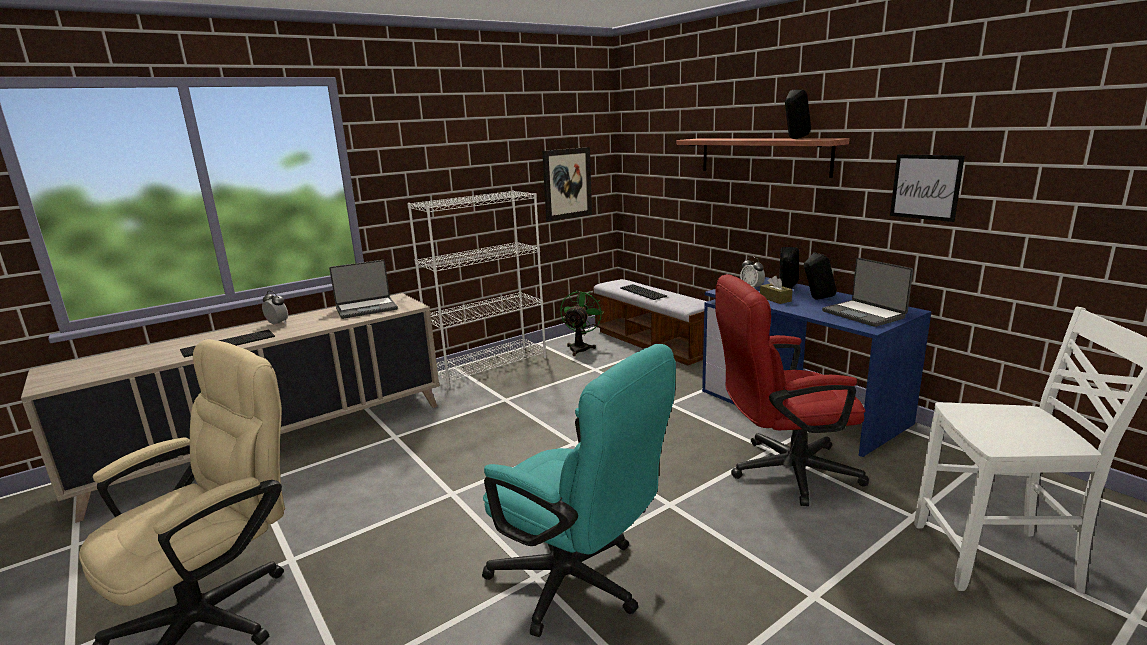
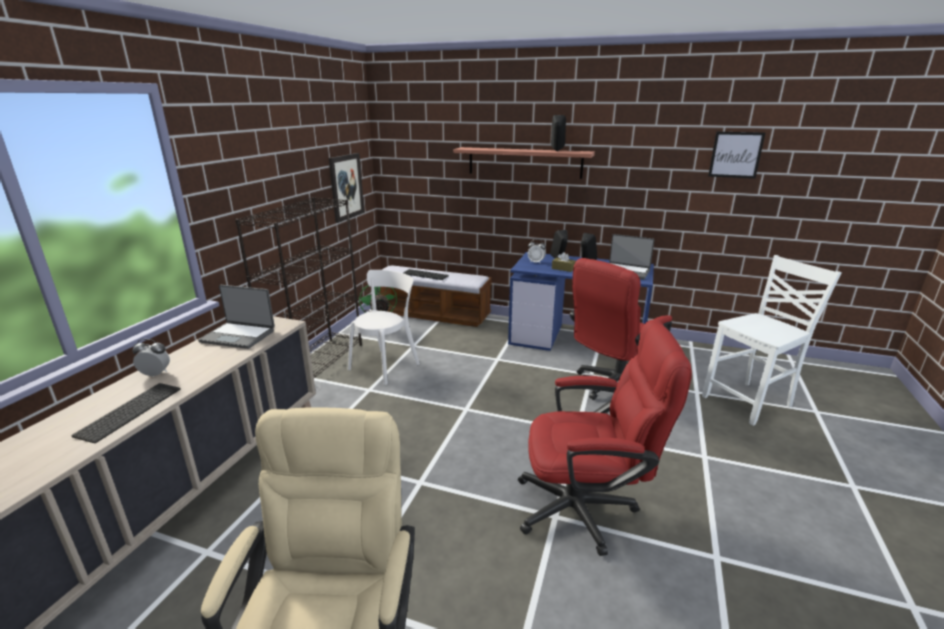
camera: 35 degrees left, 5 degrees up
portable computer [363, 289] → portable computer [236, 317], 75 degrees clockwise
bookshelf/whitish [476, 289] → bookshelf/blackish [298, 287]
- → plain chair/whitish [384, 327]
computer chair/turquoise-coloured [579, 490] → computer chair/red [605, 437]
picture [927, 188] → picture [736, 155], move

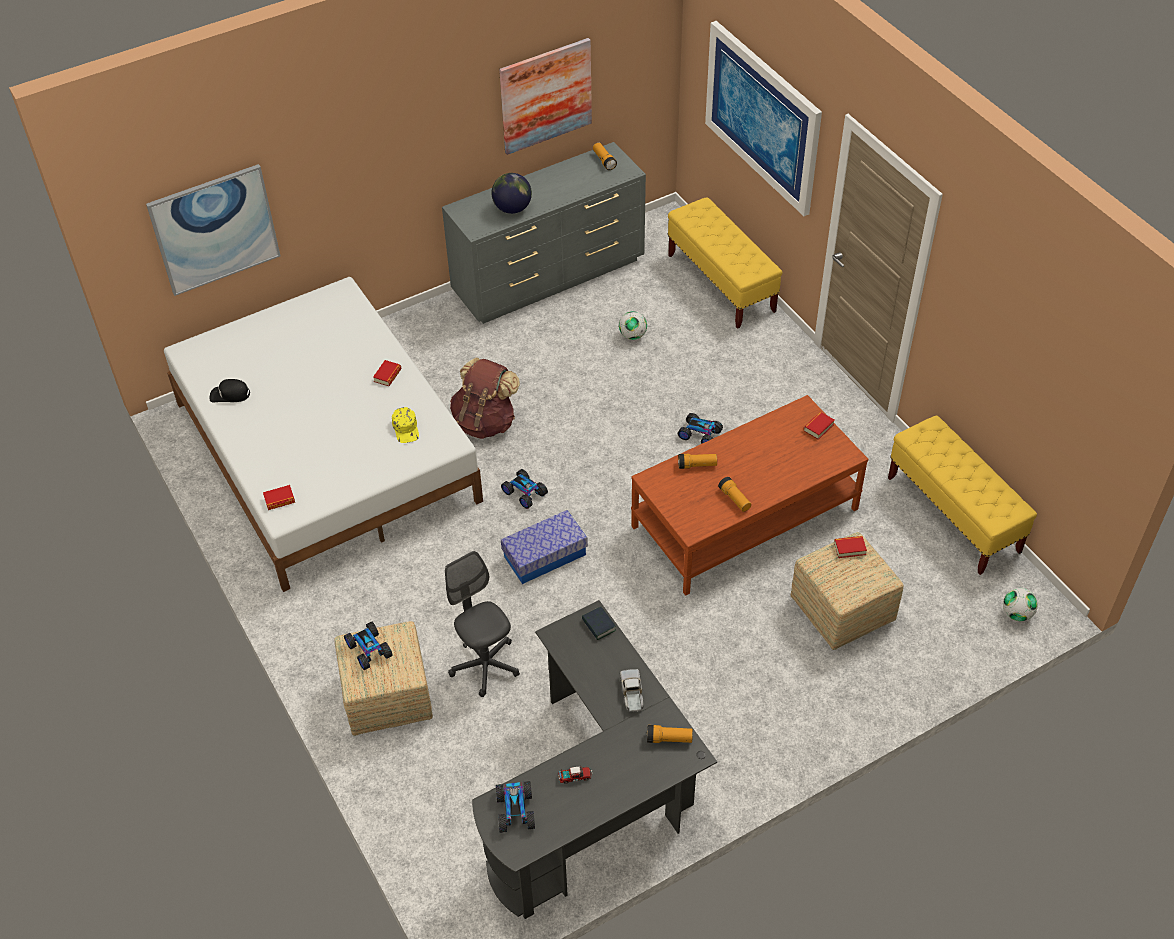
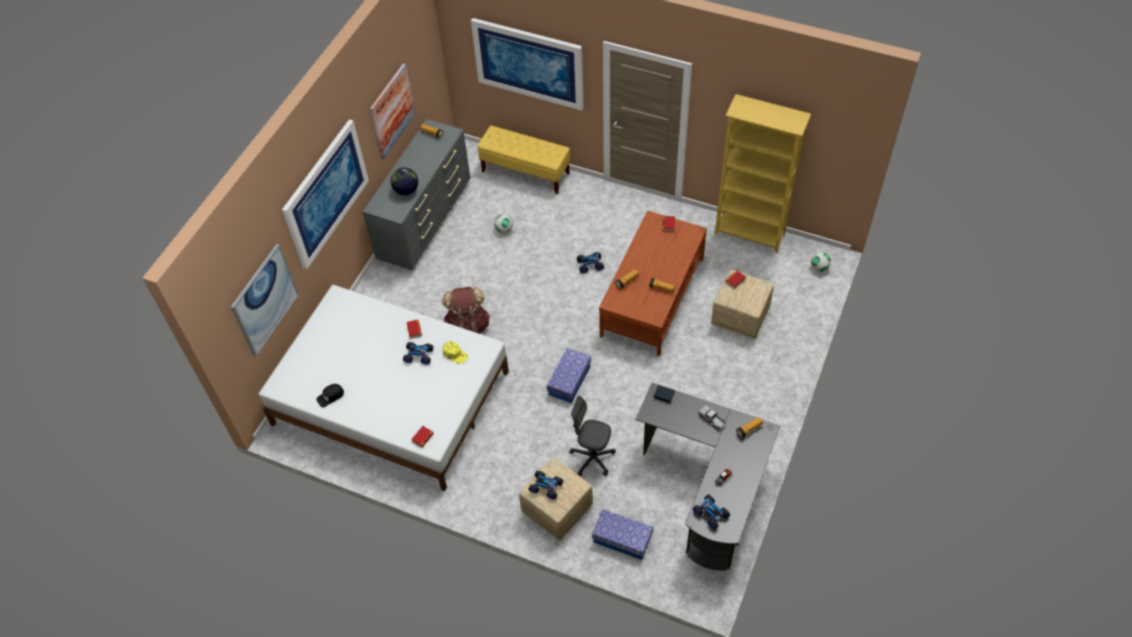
camera: 35 degrees left, 5 degrees up
- → picture [325, 194]
model car [524, 489] → model car [418, 353], move
- → storage box [622, 534]
long seat/yellow-coloured [962, 495] → bookshelf/yellow-coloured [763, 173]

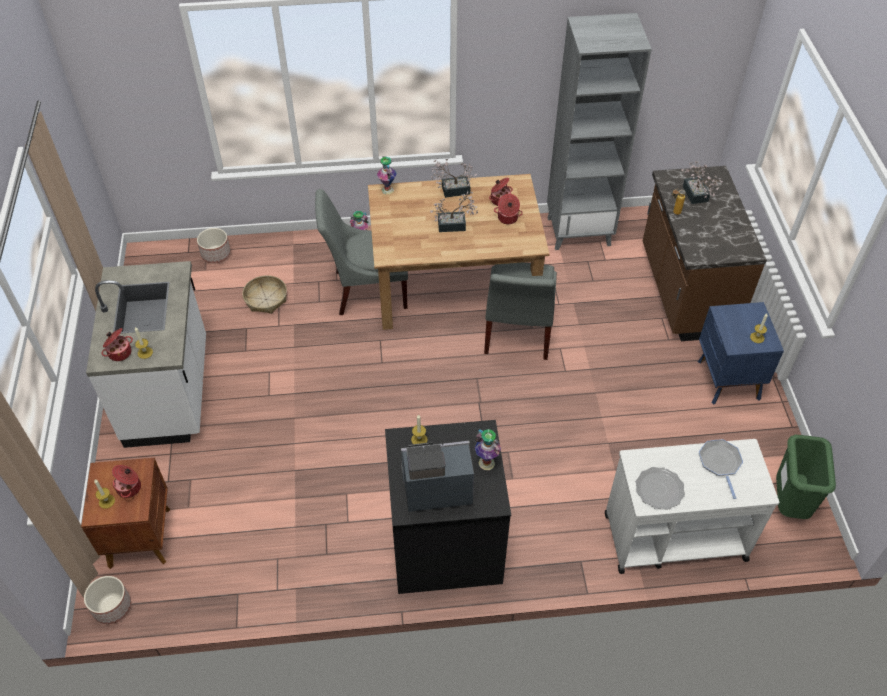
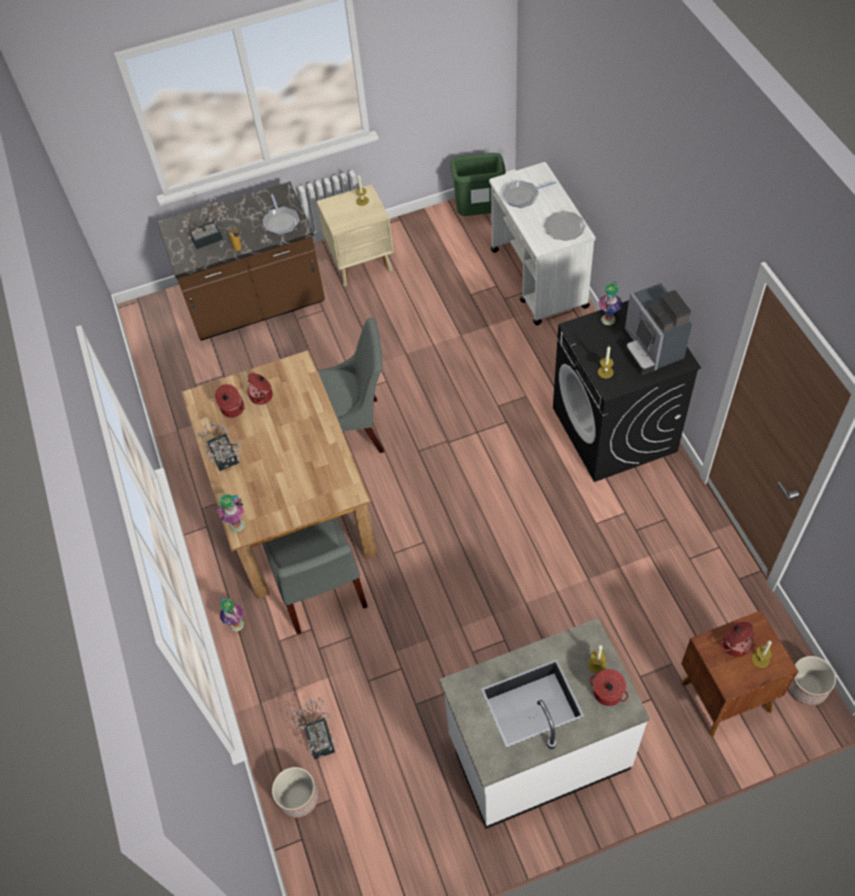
camera: 100 degrees left, 5 degrees up
- → skillet [281, 214]
potted plant [454, 211] → potted plant [314, 729], move
night table/blue [741, 353] → night table/sand-coloured [355, 235]
household basket [264, 294] → -
bookshelf/grey [599, 131] → -

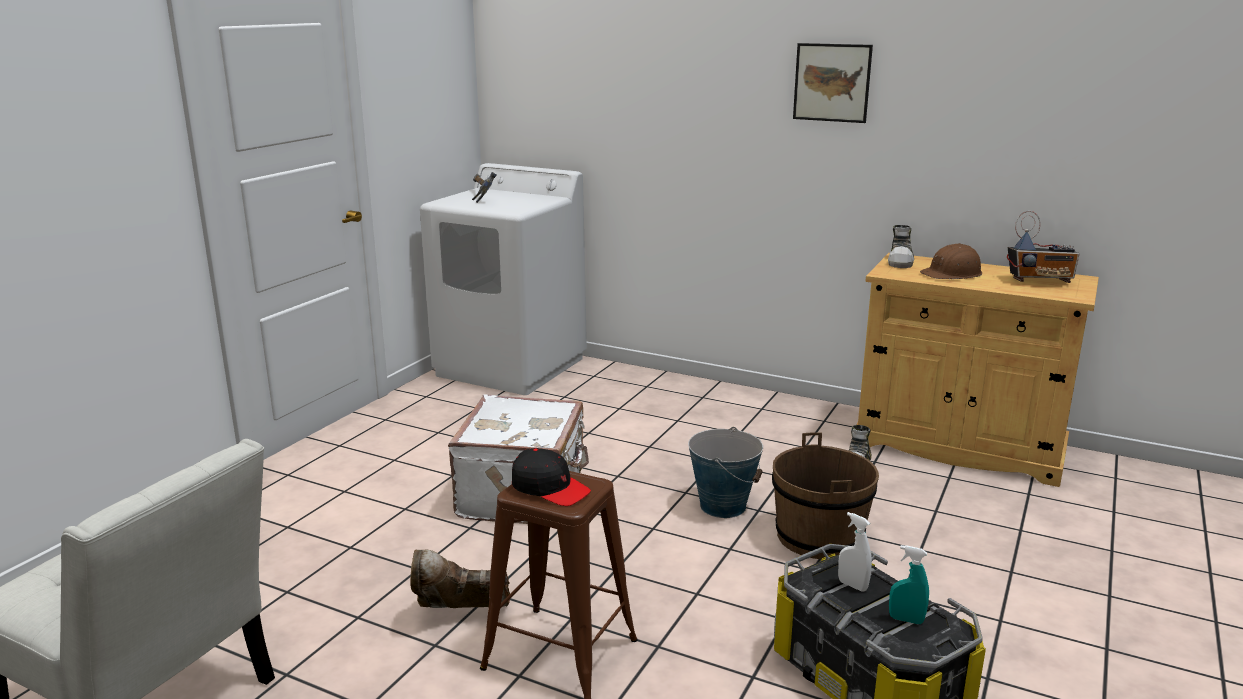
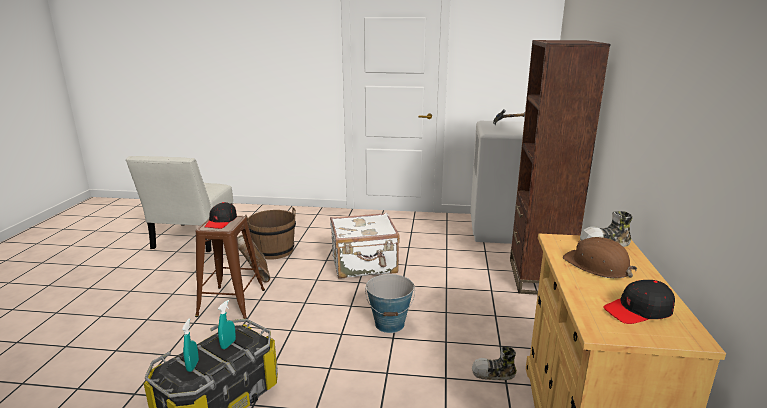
camera: 70 degrees right, 0 degrees up
sprayer/whitish [855, 552] → sprayer/turquoise-coloured [227, 324]
bucket/brown-coloured [825, 496] → bucket/brown-coloured [270, 233], move
- → bookshelf/brown-coloured [560, 167]
radio [1043, 247] → cap/blackish [639, 302]
picture [833, 83] → -

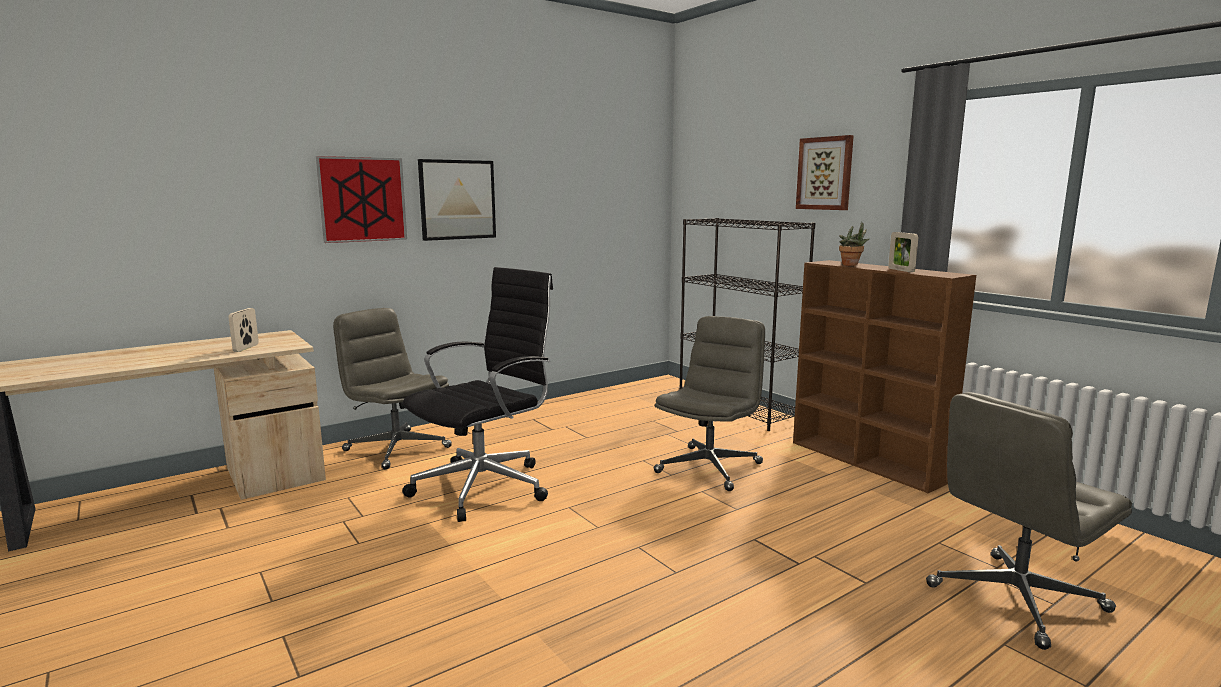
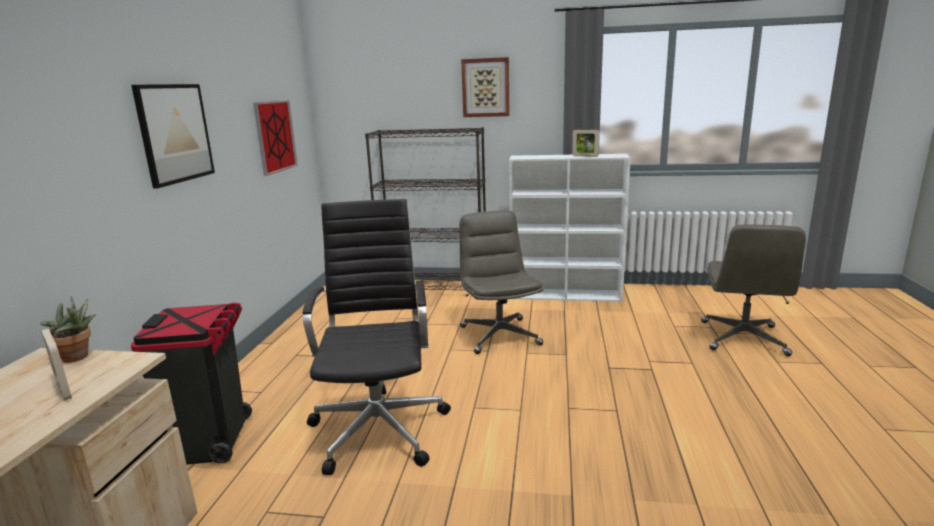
camera: 45 degrees left, 5 degrees up
potted plant [854, 243] → potted plant [68, 329], move
computer chair/grey [392, 389] → waste bin/blackish [191, 384]
picture [361, 199] → picture [275, 138], move
bookshelf/brown-coloured [884, 376] → bookshelf/whitish [570, 228]

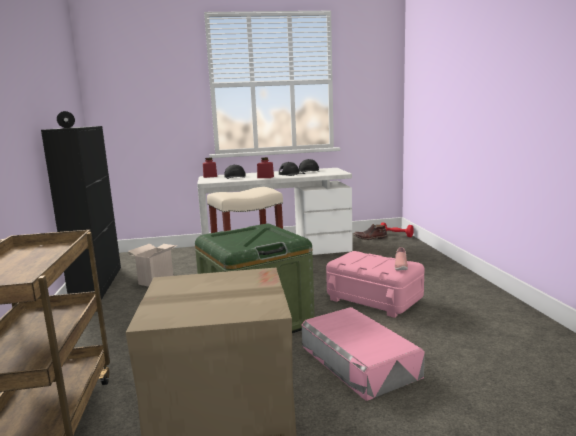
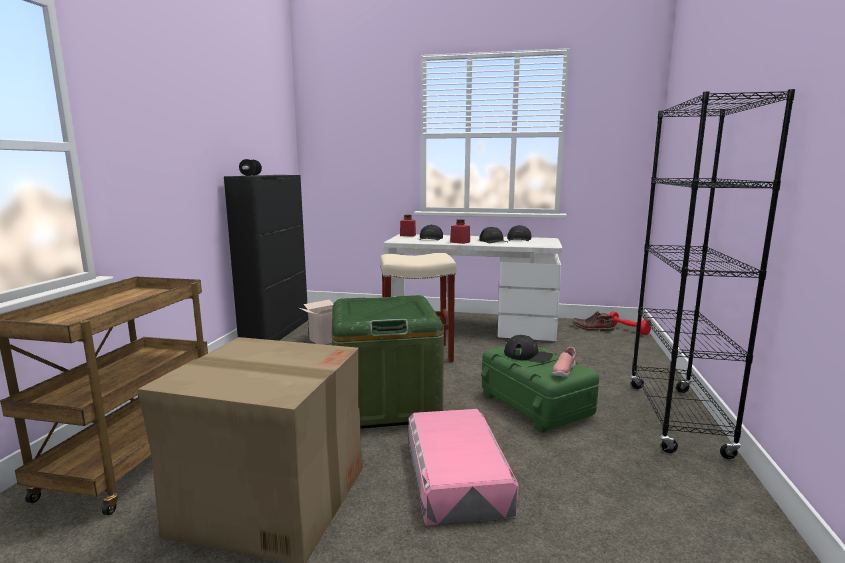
camera: 20 degrees right, 0 degrees up
storage box/pink [375, 284] → storage box/green-coloured [540, 389]
- → cap/blackish [528, 349]
- → bookshelf/blackish [713, 274]

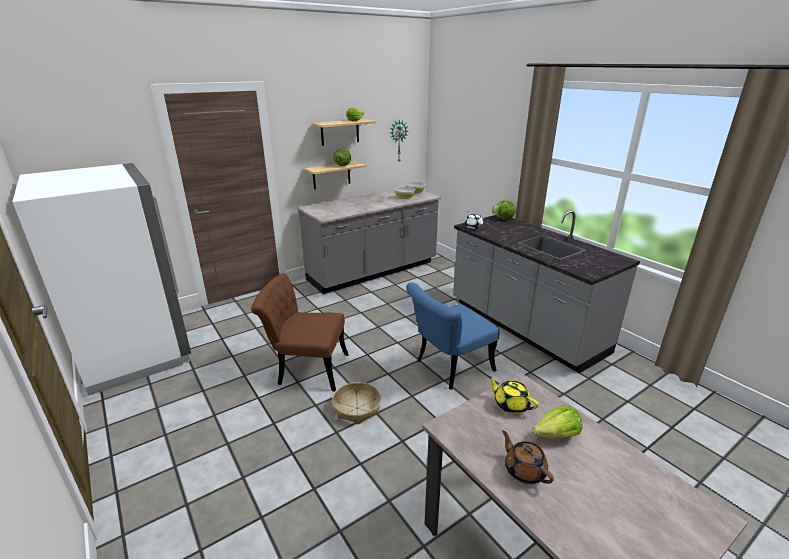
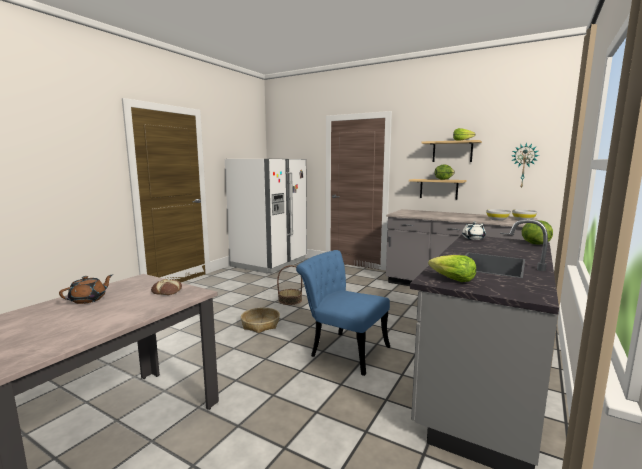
camera: 65 degrees right, 15 degrees down
pot for tea/yellow-coloured [513, 395] → bakery bread [166, 287]
plain chair/brown-coloured [300, 332] → household basket [289, 285]
head of lettuce [557, 422] → head of lettuce [452, 268], move

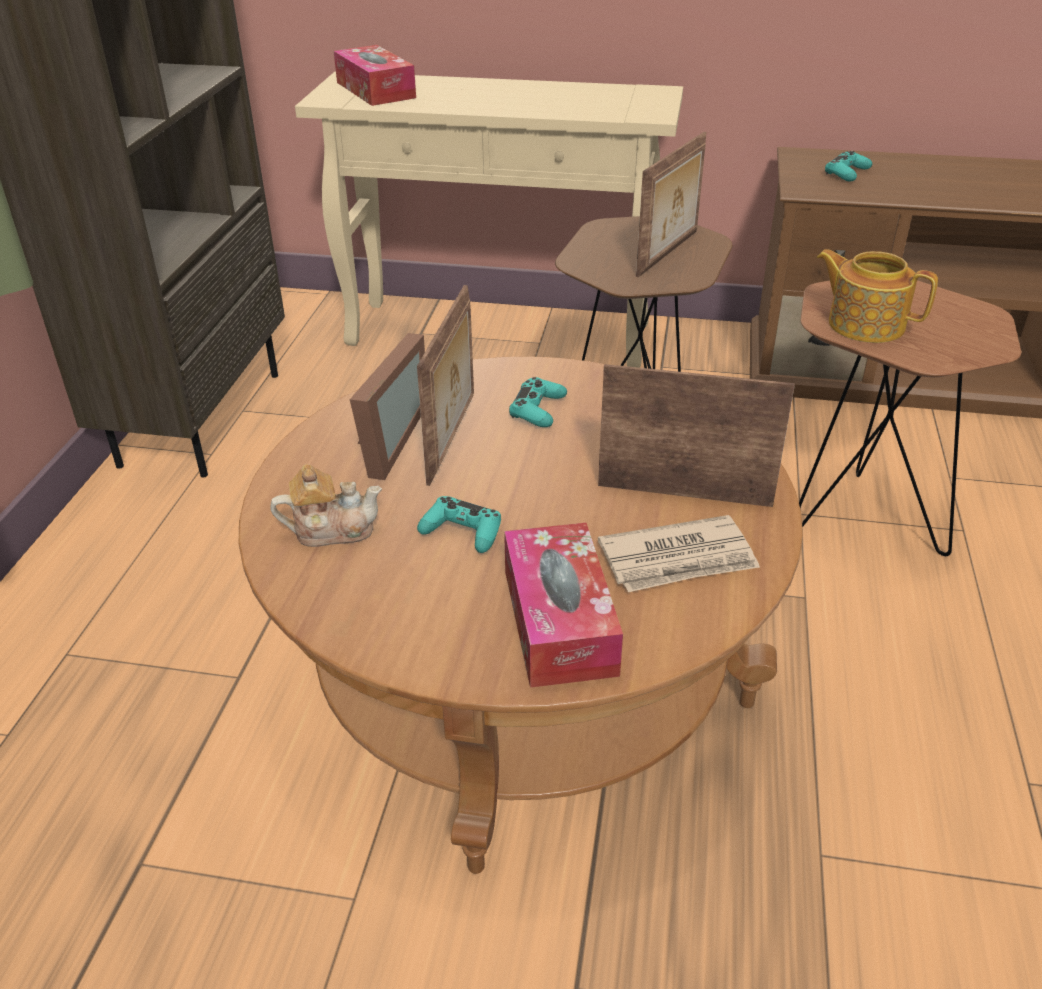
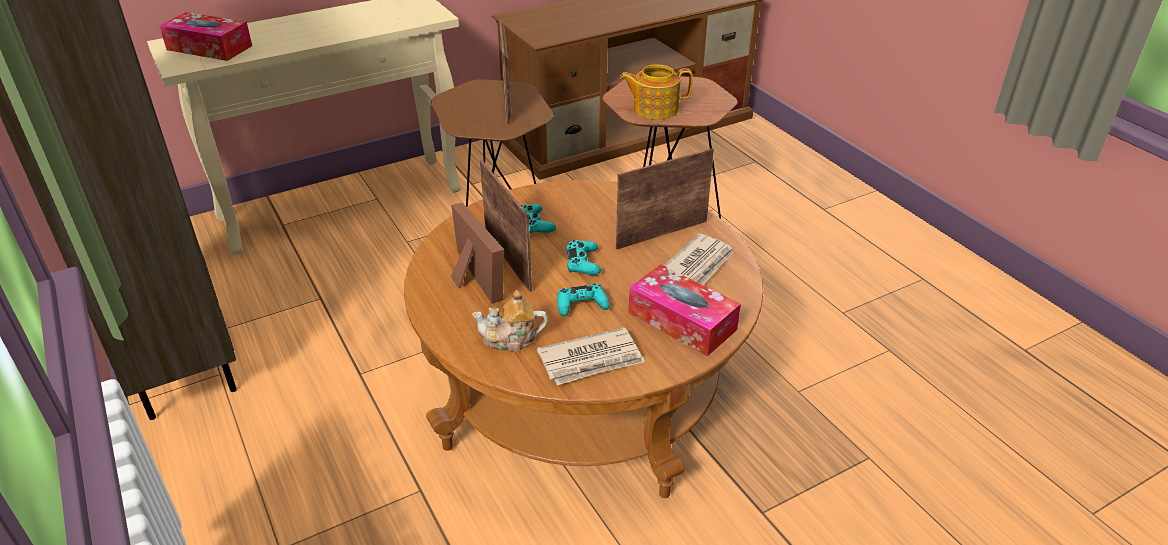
camera: 40 degrees left, 0 degrees up
pot for tea [326, 505] → pot for tea [510, 321], 135 degrees counterclockwise
- → daily paper [591, 356]
game controller/turquoise-coloured [848, 166] → game controller/turquoise-coloured [583, 257], move

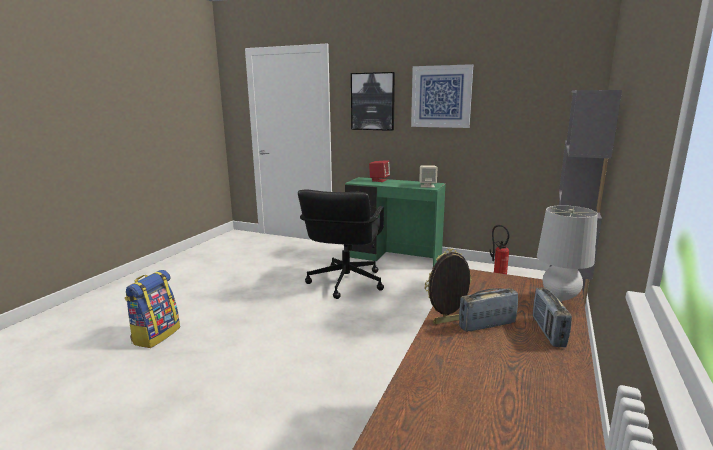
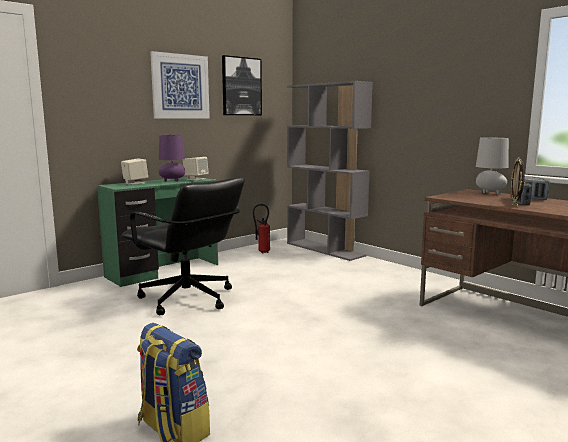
camera: 65 degrees left, 5 degrees down
audio speaker/red [379, 171] → audio speaker/sand-coloured [134, 171]
- → tabletop lamp/purplish [172, 158]
picture [373, 101] → picture [242, 85], move

